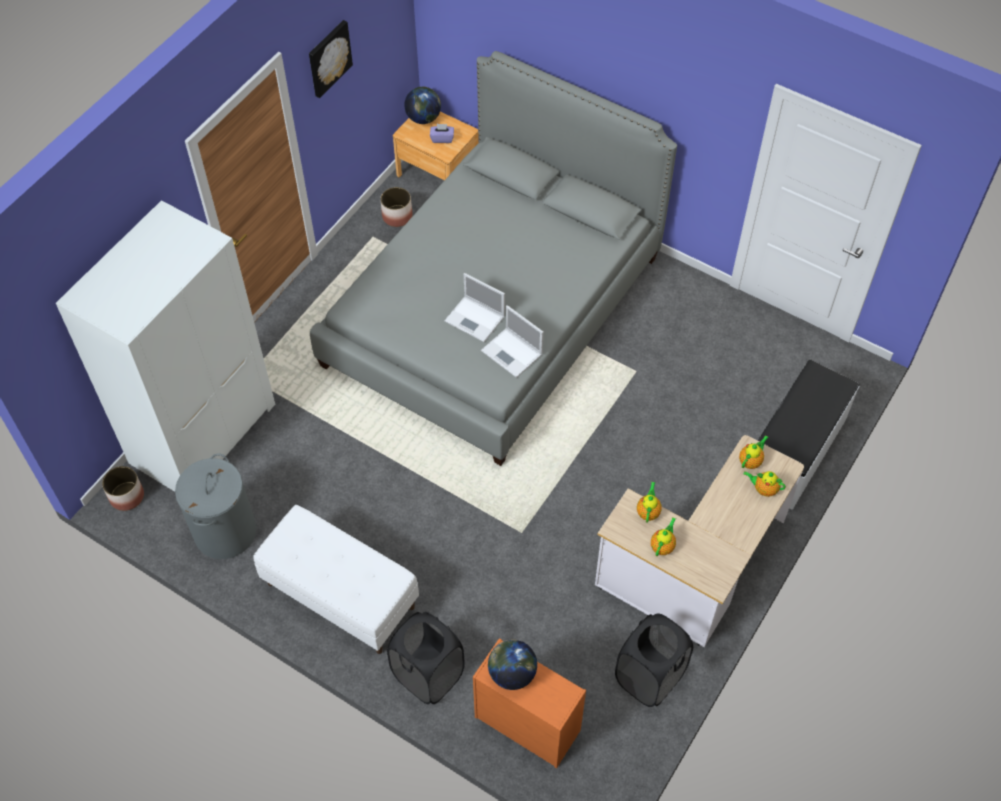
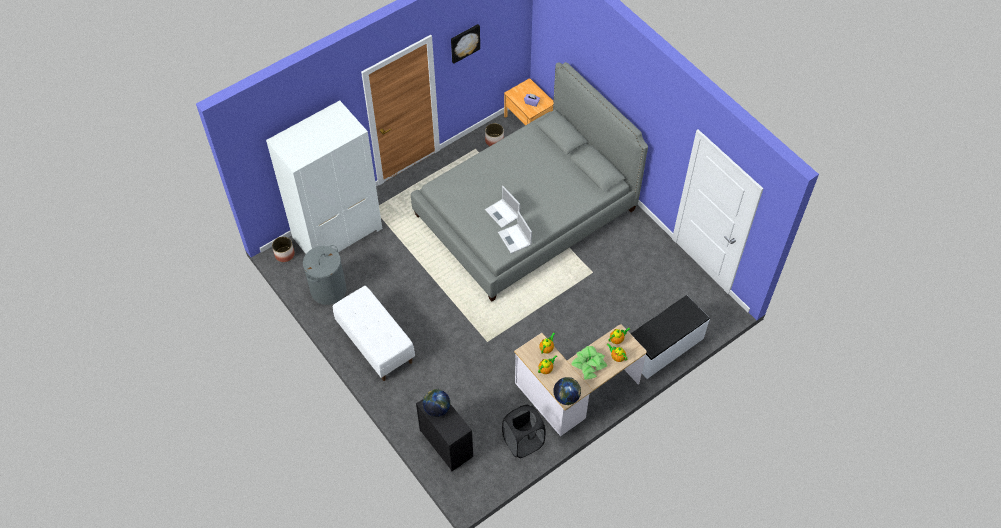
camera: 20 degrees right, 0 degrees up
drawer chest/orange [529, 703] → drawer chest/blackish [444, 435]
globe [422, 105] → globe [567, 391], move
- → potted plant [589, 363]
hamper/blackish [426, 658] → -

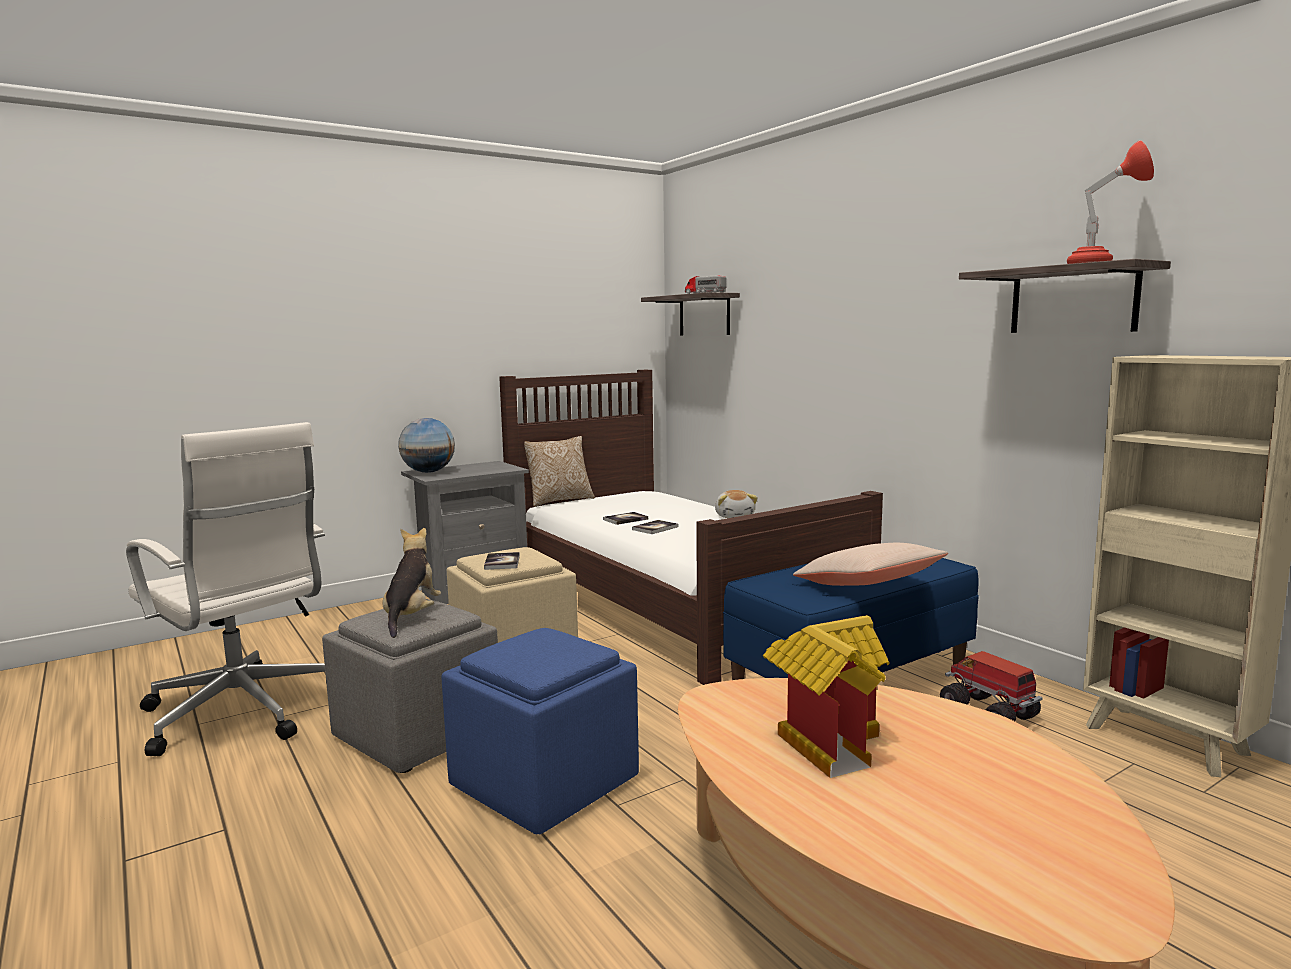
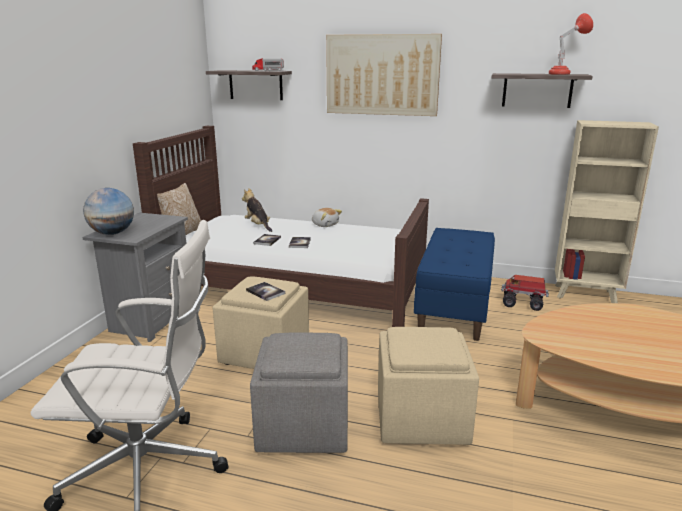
camera: 40 degrees left, 10 degrees up
soft toy [412, 583] → soft toy [257, 210], move
- → picture [384, 75]
pouffe/blue [540, 731] → pouffe/sand-coloured [428, 386]
toy house [826, 696] → -
pillow/sand-coloured [870, 564] → -

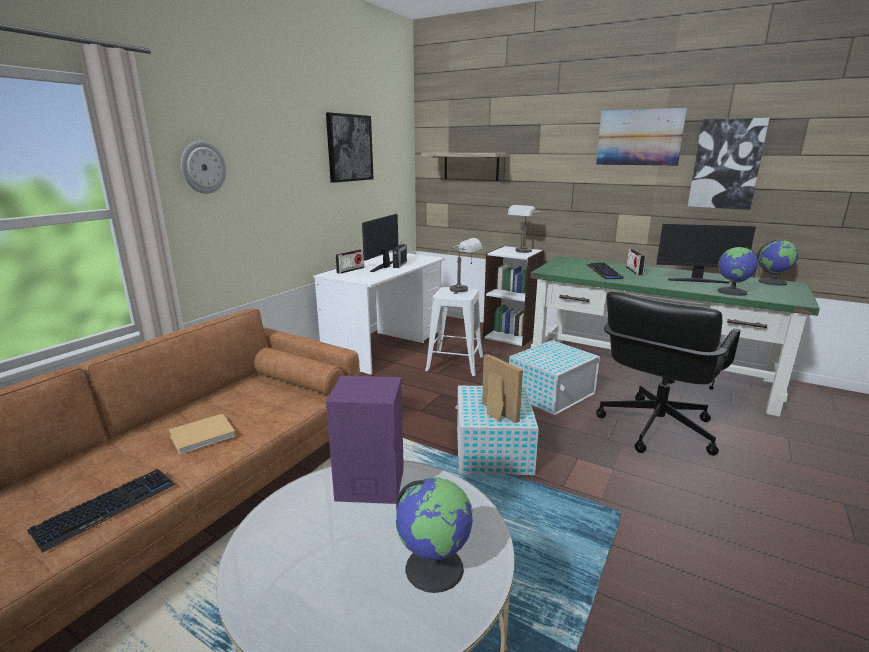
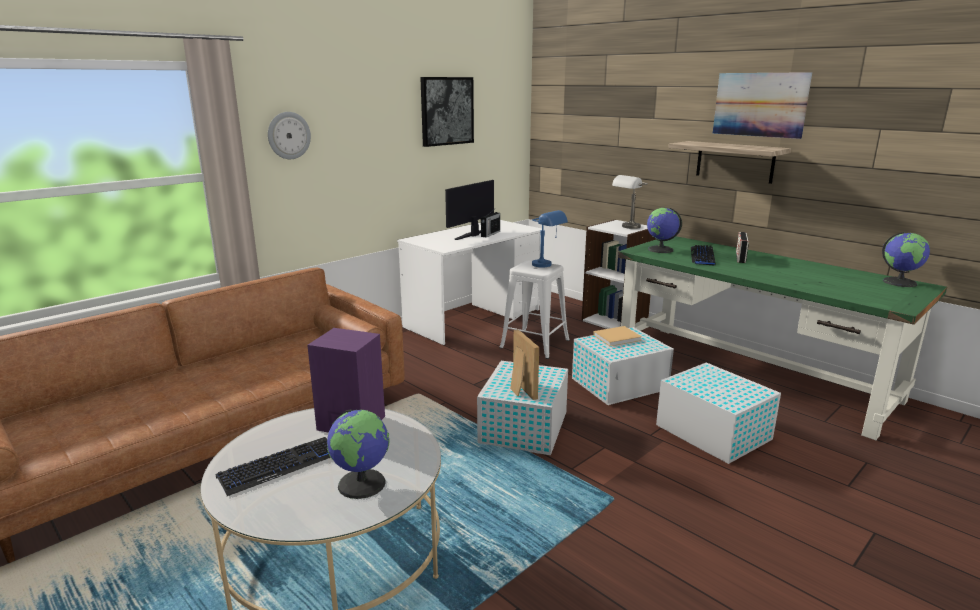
camera: 15 degrees right, 0 degrees up
PC keyboard [101, 511] → PC keyboard [273, 466], move
tabletop lamp/grey [466, 265] → tabletop lamp/blue [550, 238]
bound book/sand-coloured [202, 434] → bound book/sand-coloured [617, 336], move
globe [737, 271] → globe [664, 230], move
computer chair/blackish [668, 374] → storage box/whitish [718, 413]
shelf [465, 167] → shelf [729, 162], move
radio [349, 261] → -
computer screen [706, 253] → -
picture [728, 164] → -

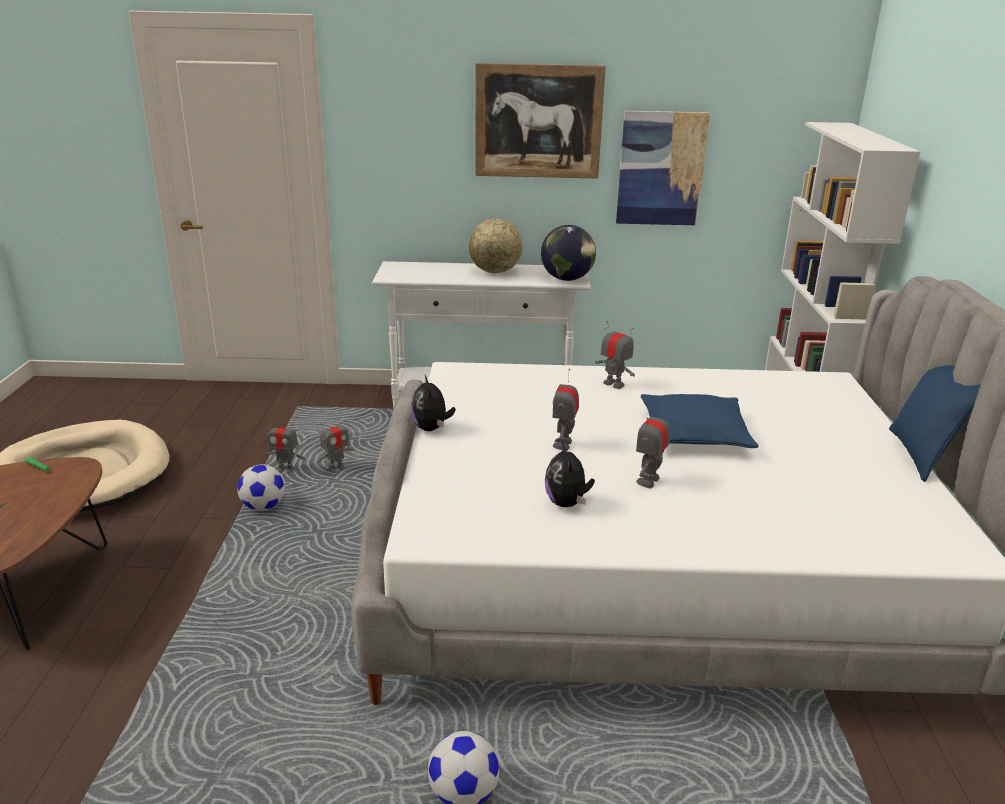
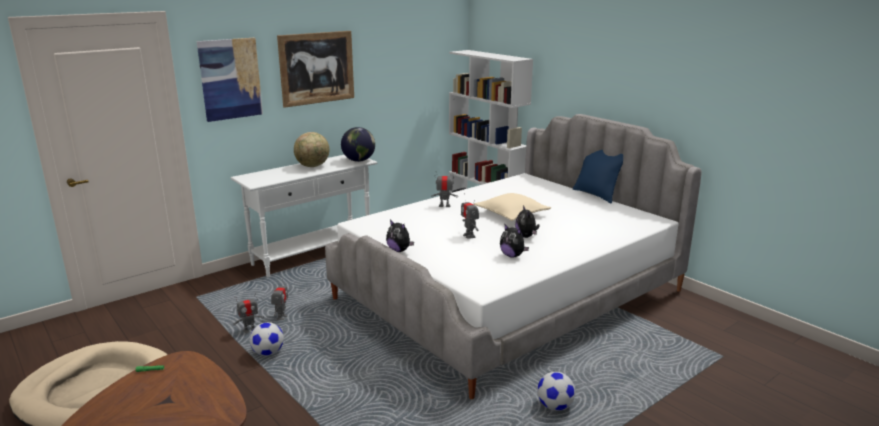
camera: 40 degrees left, 5 degrees down
picture [663, 168] → picture [230, 80], move
pillow/blue [700, 421] → pillow/sand-coloured [512, 207]
toy robot [653, 445] → soft toy [527, 222]

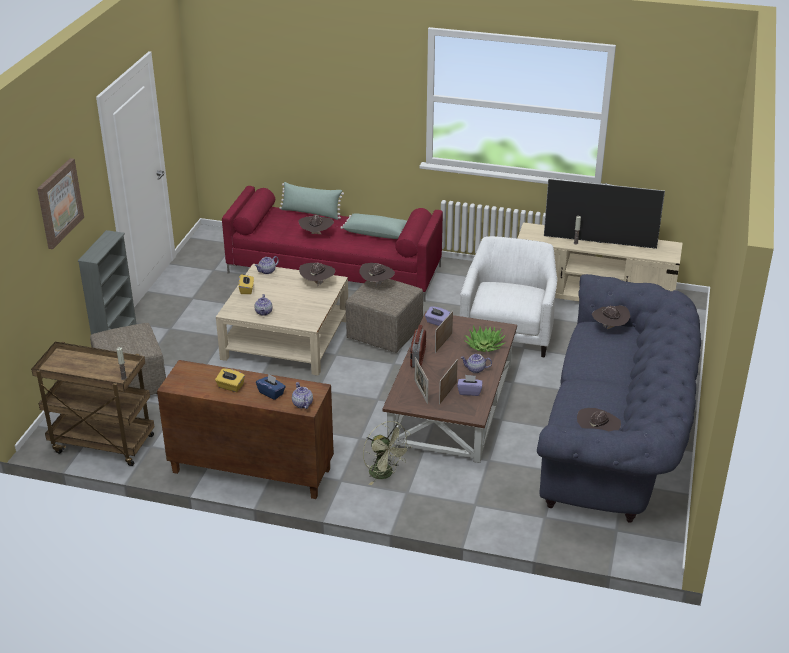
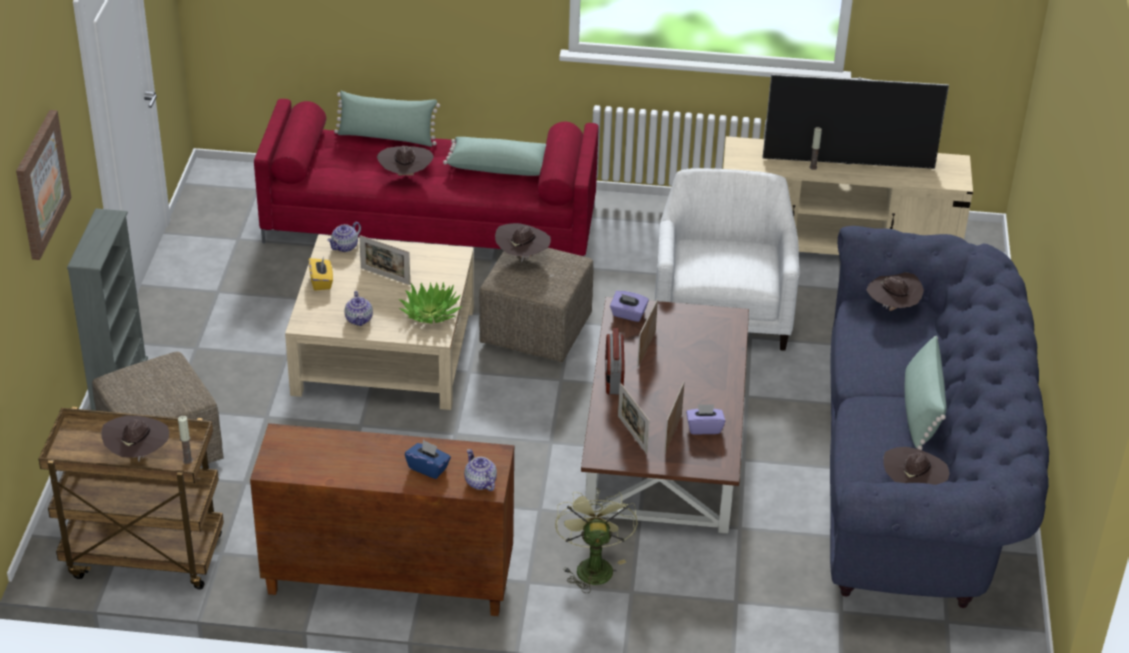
camera: 10 degrees left, 5 degrees up
hat/brown-coloured [317, 274] → hat/brown-coloured [135, 439], move
- → standing frame [384, 260]
potted plant [485, 338] → potted plant [431, 303], move
cooling fan/green-coloured [387, 453] → cooling fan/green-coloured [596, 540], 135 degrees counterclockwise
- → pillow/green-coloured [926, 393]
tissue box/yellow-coloured [230, 380] → -
pot for tea [476, 363] → -

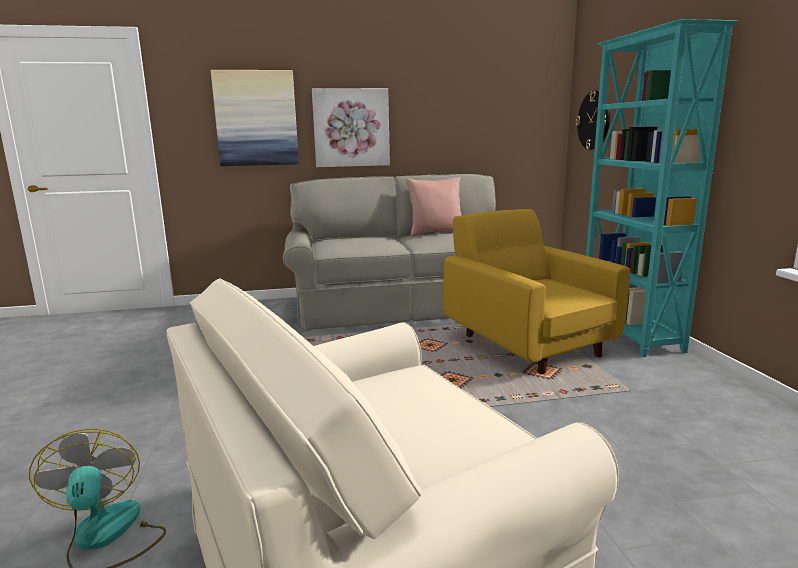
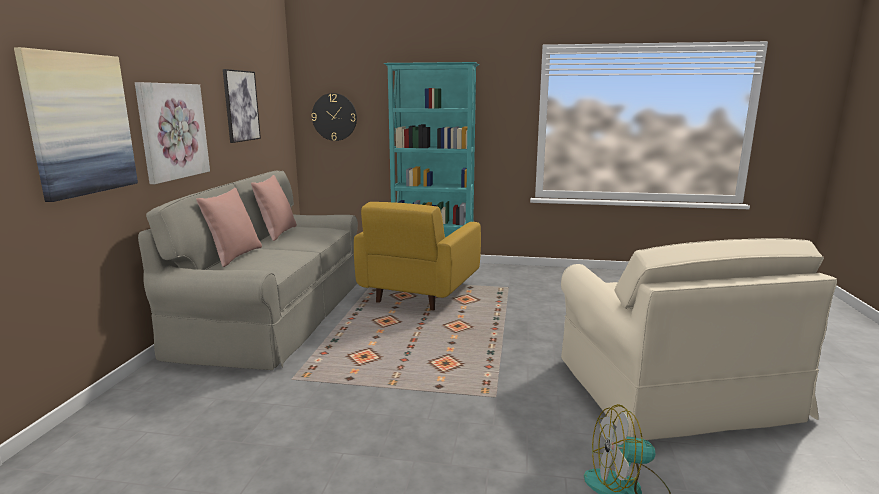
camera: 70 degrees left, 0 degrees up
- → pillow/pink [229, 227]
- → picture [242, 106]
easy chair/yellow-coloured [536, 291] → easy chair/yellow-coloured [417, 256], 60 degrees counterclockwise

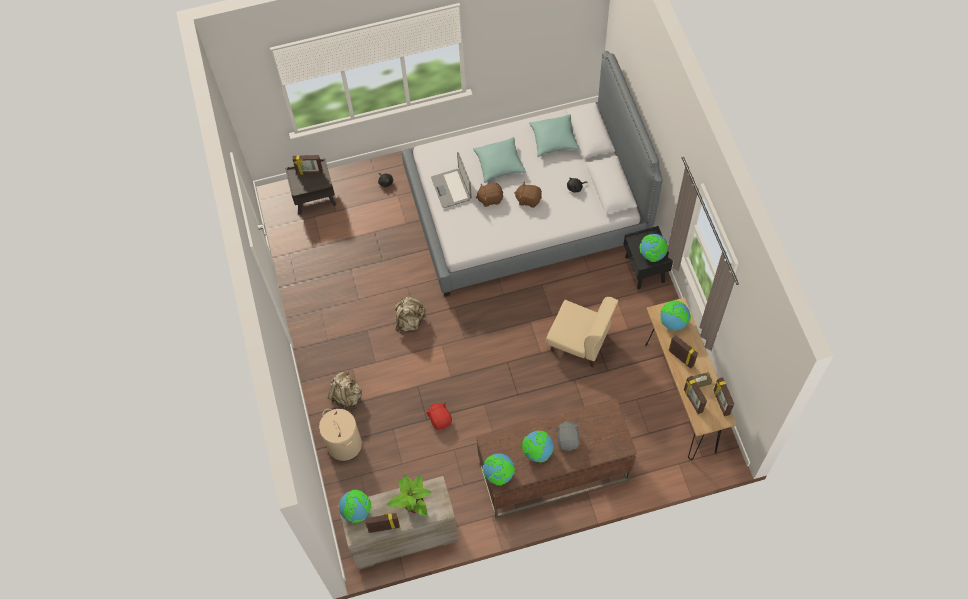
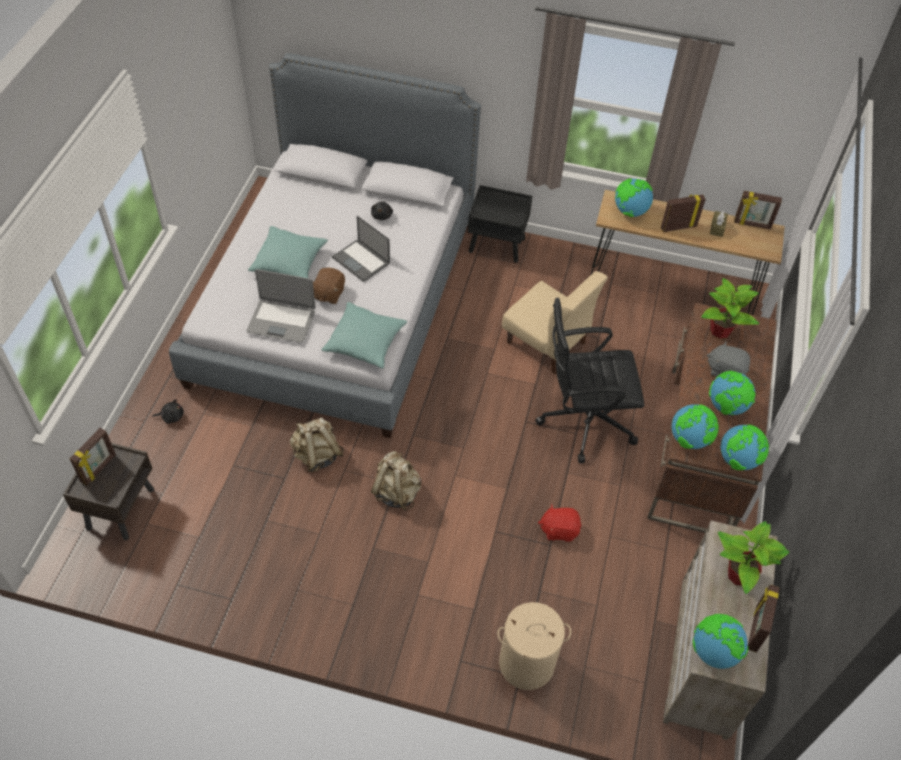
camera: 65 degrees left, 10 degrees down
backpack/sand-coloured [345, 391] → backpack/sand-coloured [317, 444], move
pillow/turquoise-coloured [554, 135] → pillow/turquoise-coloured [364, 335], move
soft toy/brown-coloured [528, 195] → portable computer [361, 249]
plain chair/sand-coloured [582, 331] → plain chair/sand-coloured [555, 322], 75 degrees clockwise
- → computer chair/blackish [589, 380]
globe [654, 248] → globe [695, 426], move
- → potted plant [730, 308]
standing frame [695, 395] → -

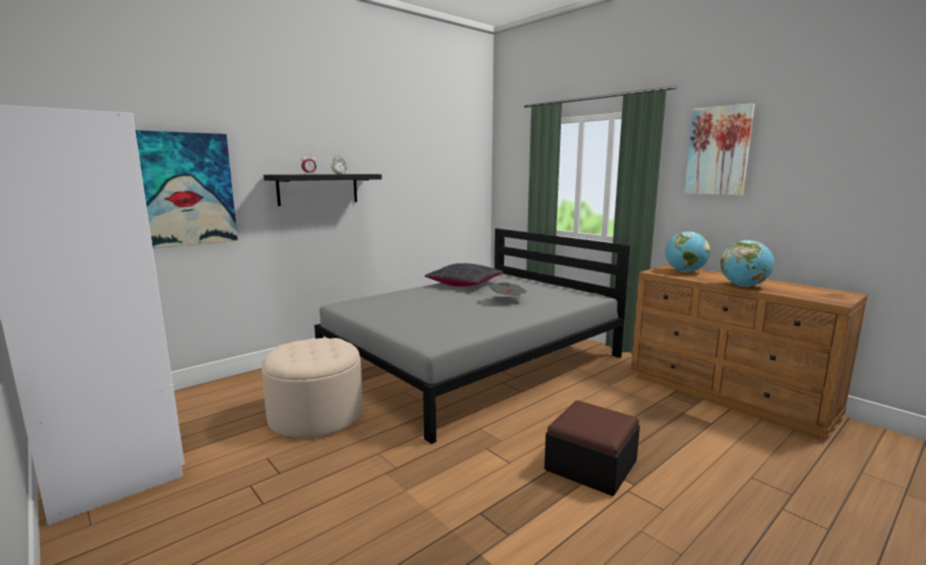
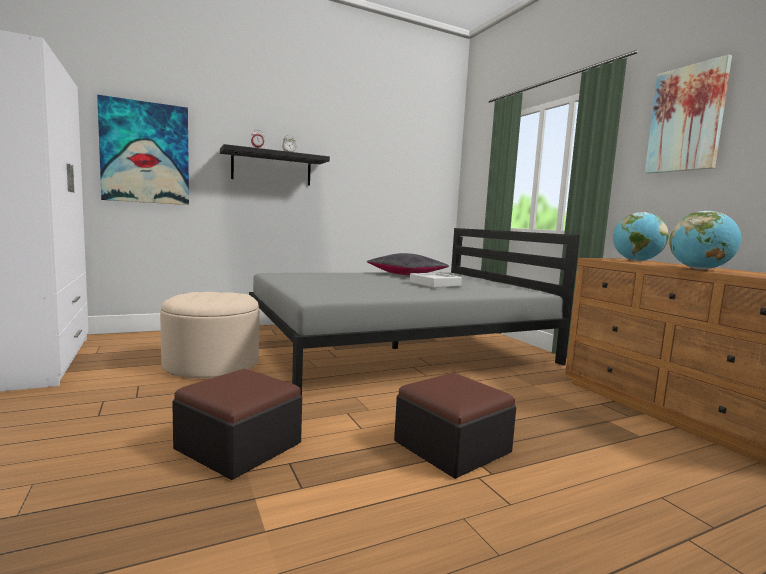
camera: 15 degrees right, 5 degrees down
- → pouffe [237, 424]
daily paper [507, 289] → carrying tray/grey [436, 280]

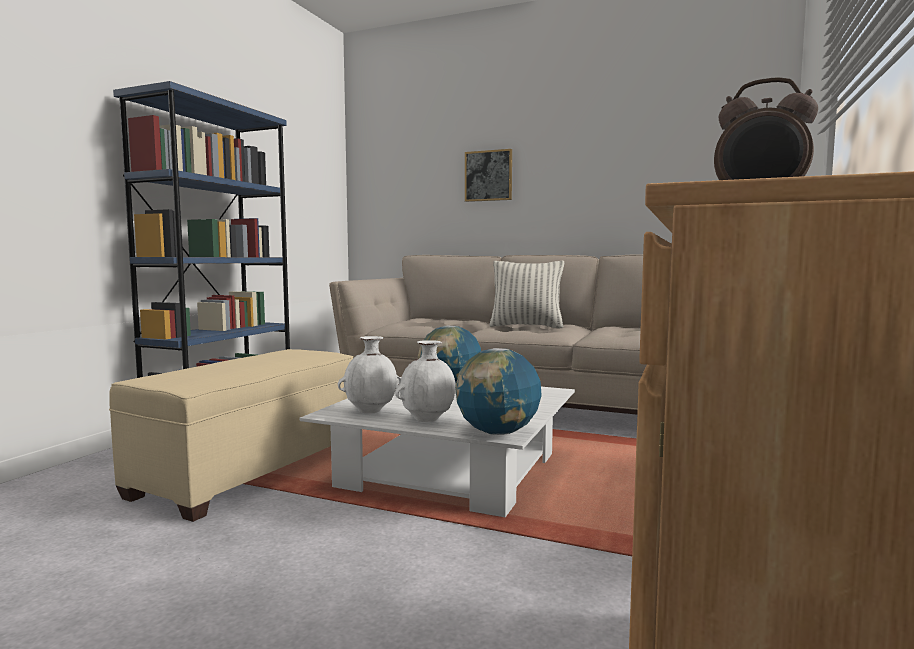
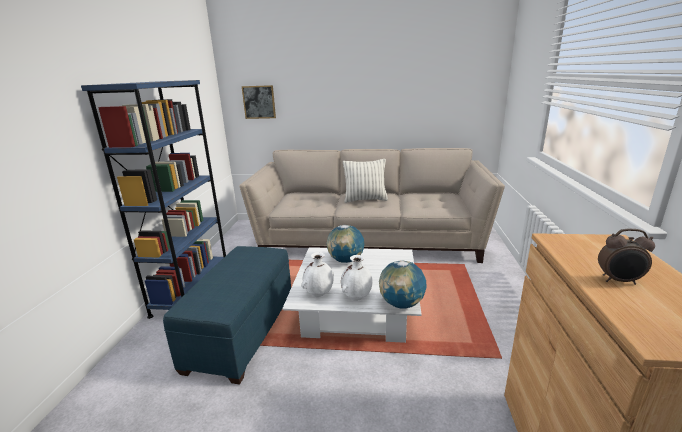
camera: 15 degrees left, 15 degrees up
pouffe/sand-coloured [231, 435] → pouffe/blue [227, 315]
picture [488, 175] → picture [259, 102], move

